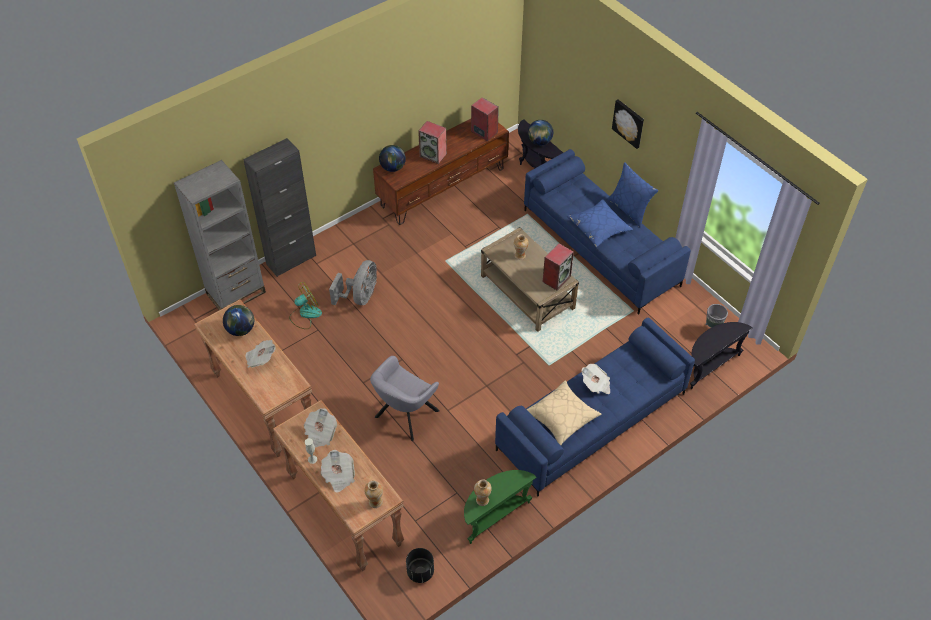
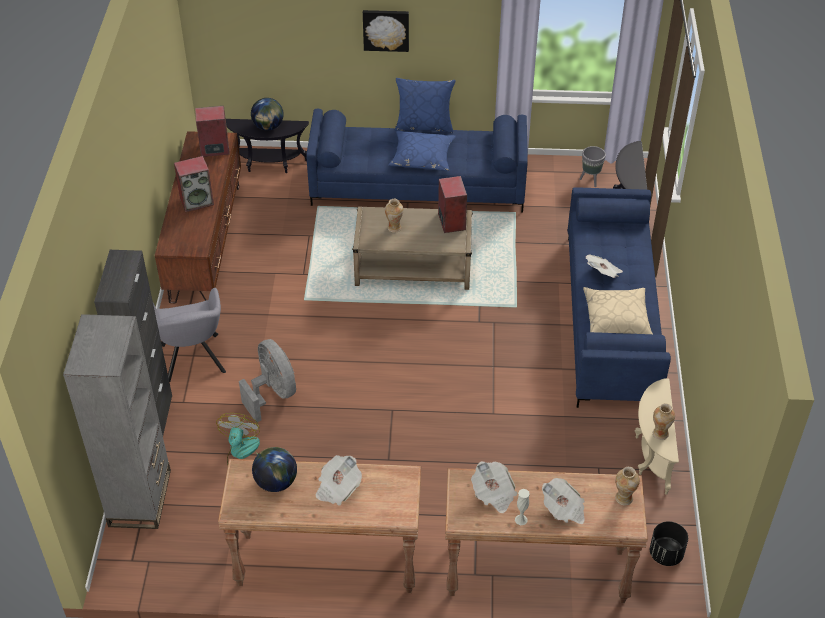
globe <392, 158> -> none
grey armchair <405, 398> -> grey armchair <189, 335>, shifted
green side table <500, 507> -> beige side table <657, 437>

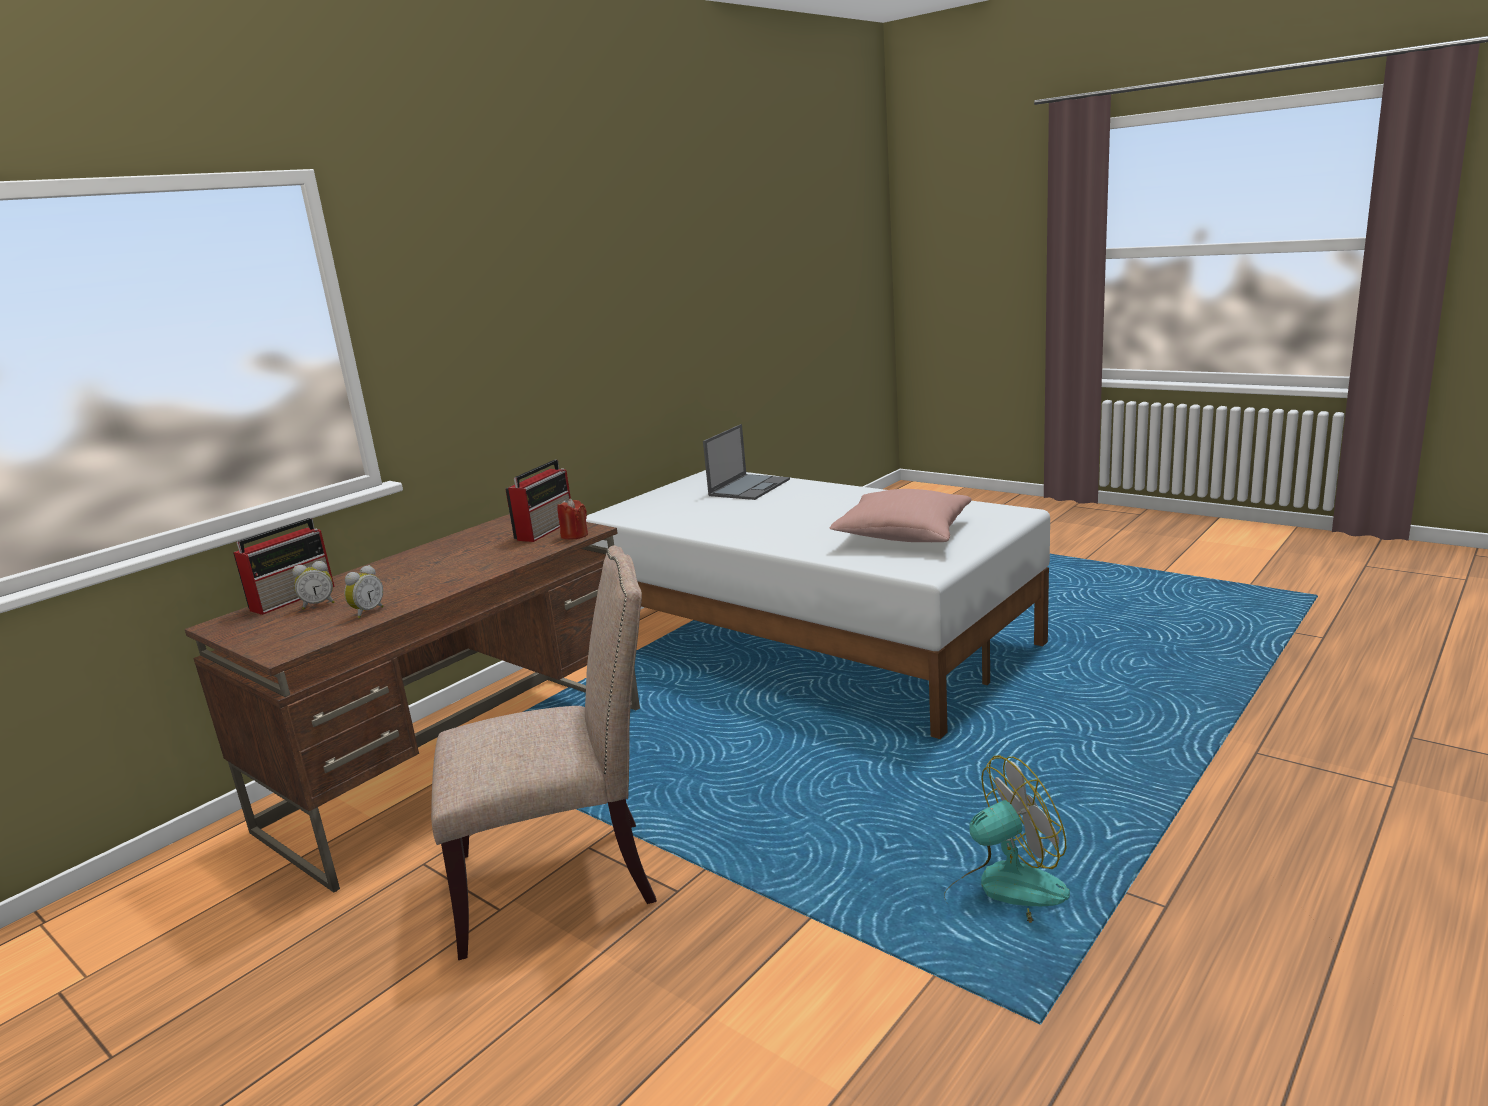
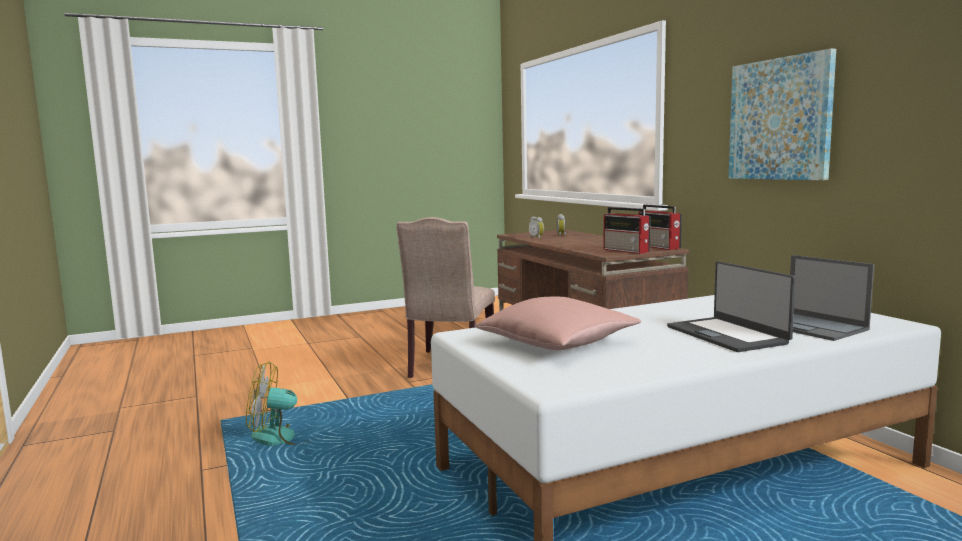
red candle <572, 519> -> none
none -> laptop <731, 306>
none -> picture <782, 114>
radio <284, 566> -> radio <660, 227>, shifted
fan <1007, 839> -> fan <279, 404>, 75 degrees clockwise

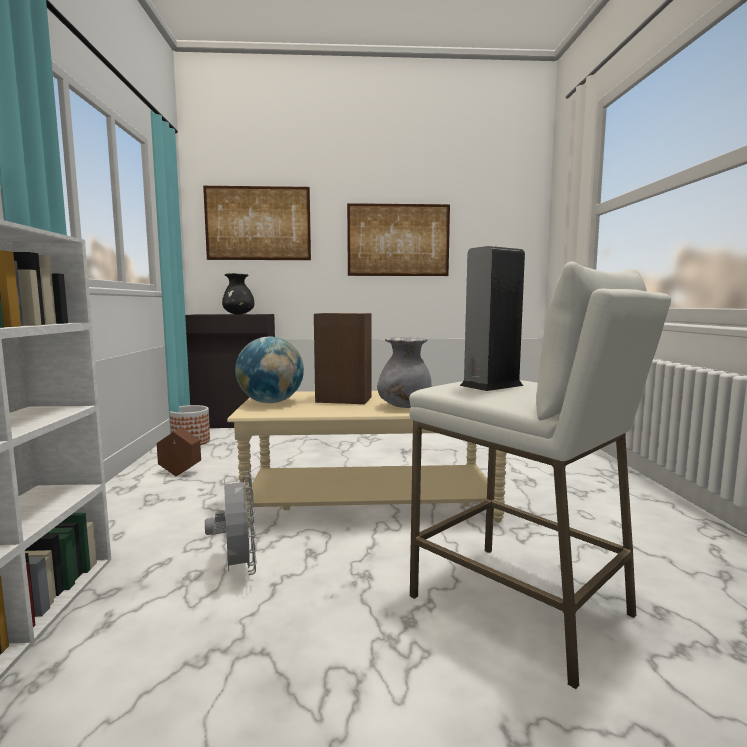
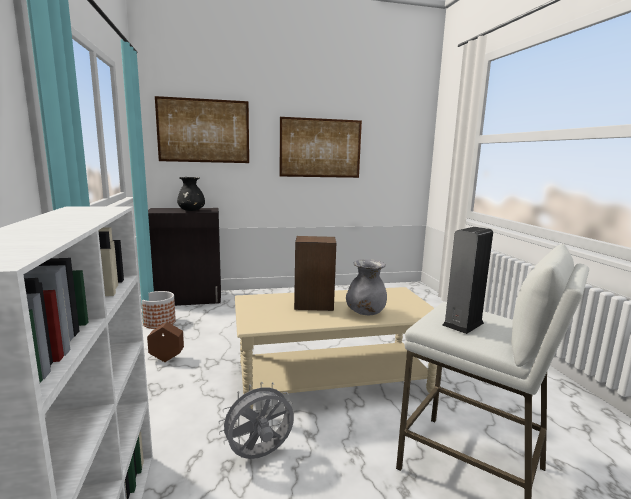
globe <269, 370> -> none
grey fan <231, 523> -> grey fan <256, 420>, 90 degrees counterclockwise

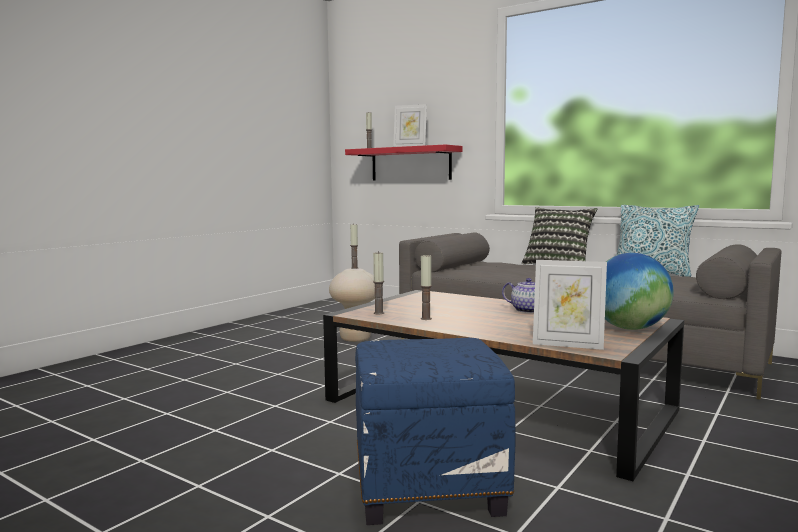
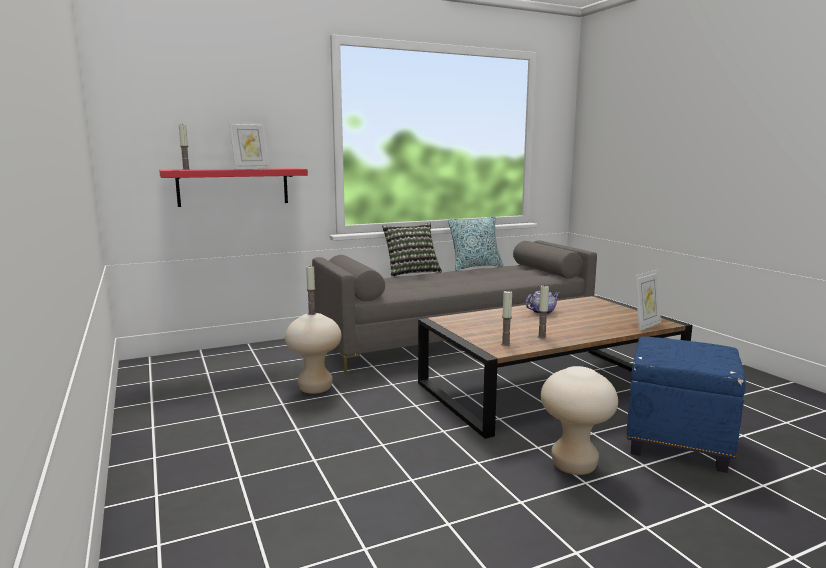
globe <639, 291> -> none
none -> beige stool <579, 420>

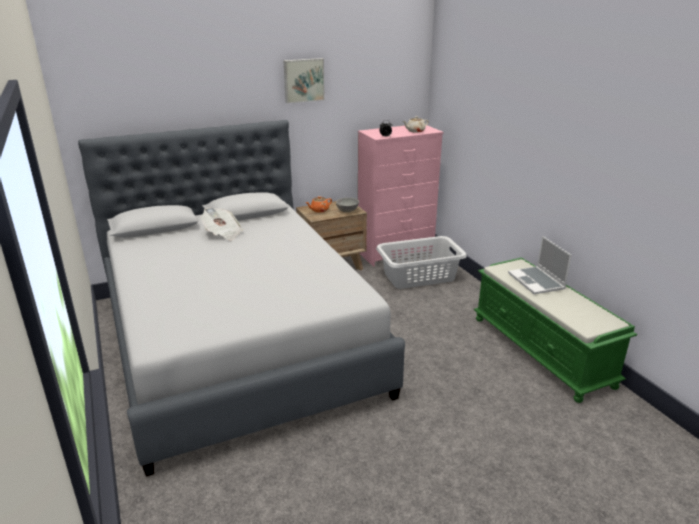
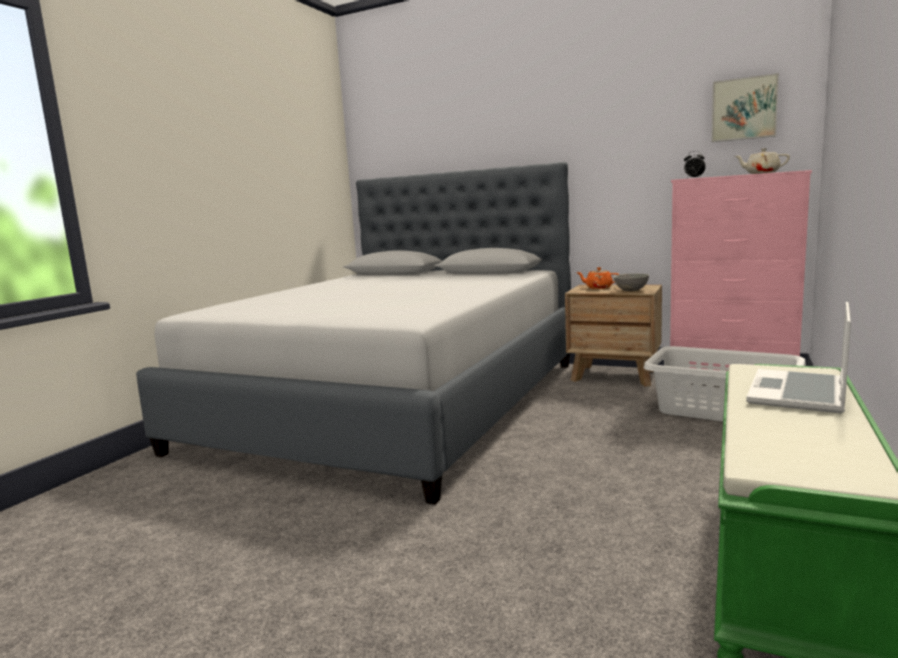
newspaper <221, 224> -> none
picture <304, 80> -> picture <745, 107>, shifted

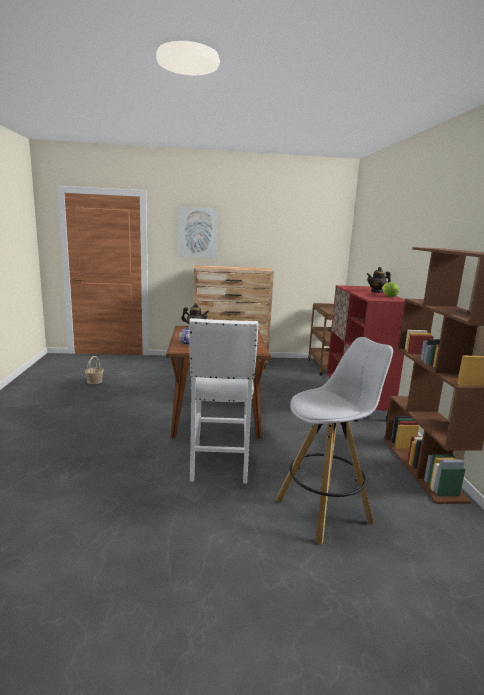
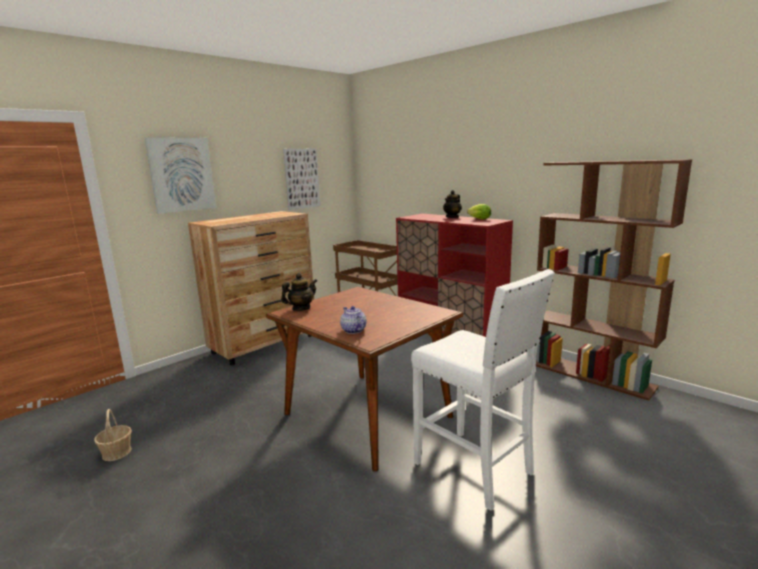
white stool <334, 441> -> none
none -> picture <301, 179>

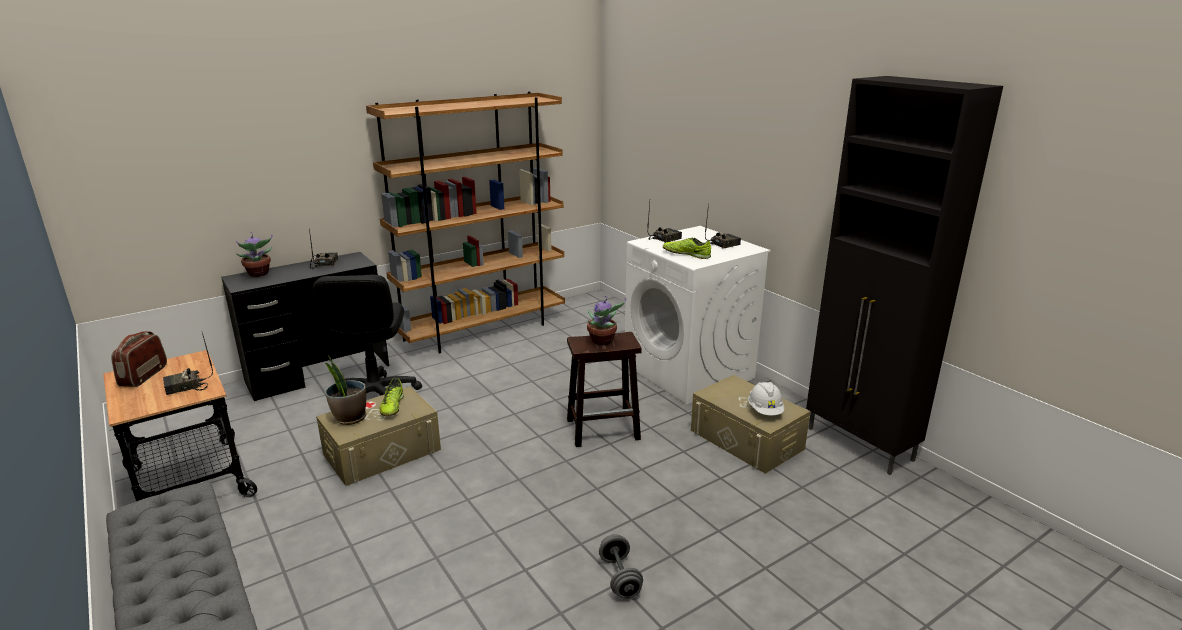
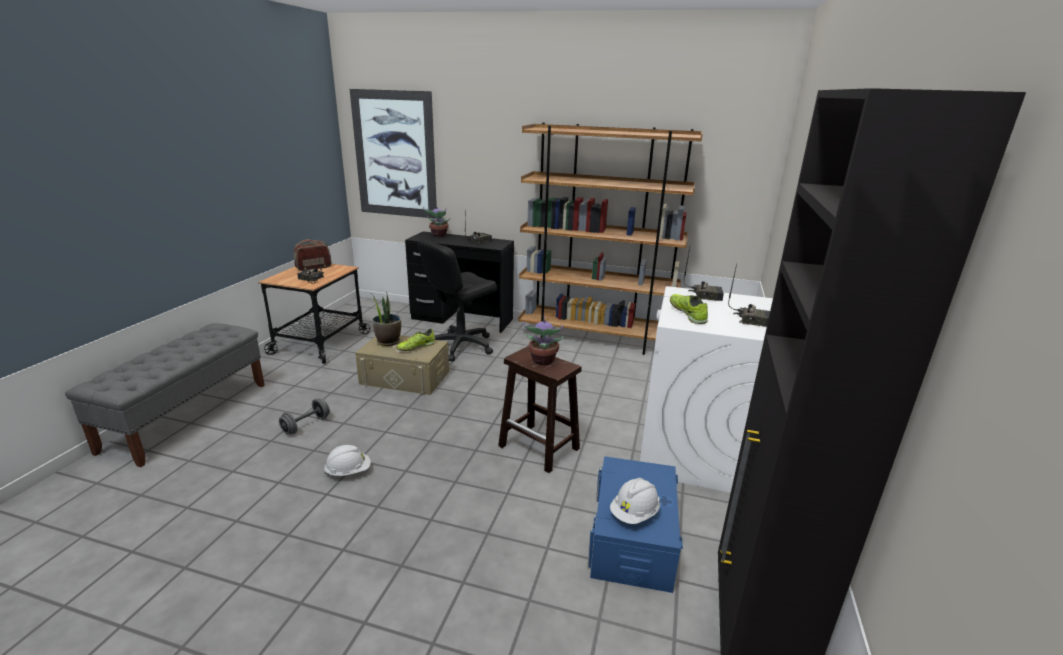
none -> white hard hat <347, 461>
none -> picture <393, 154>
grey dumbbell <621, 566> -> grey dumbbell <304, 416>, shifted
beige storage box <750, 424> -> blue storage box <635, 524>

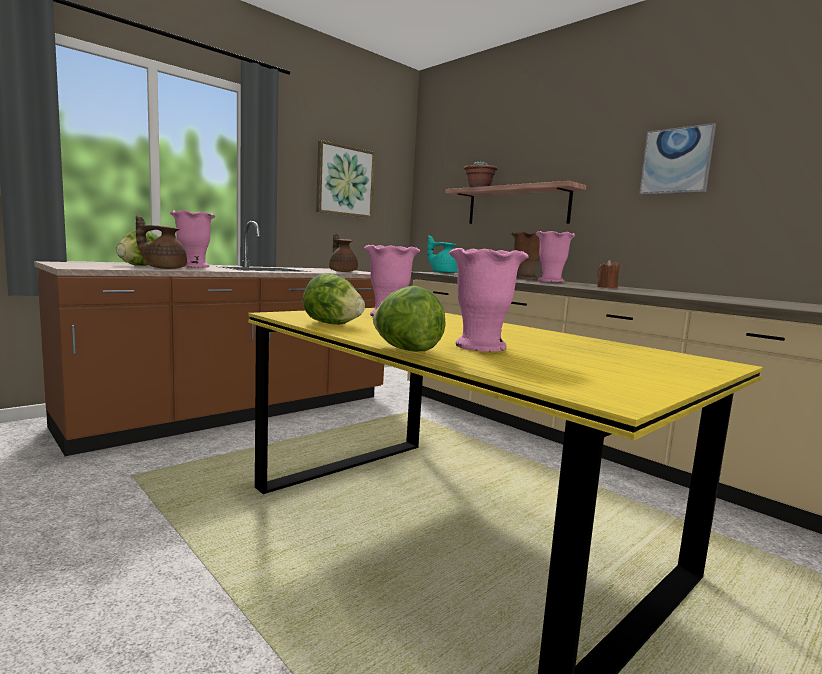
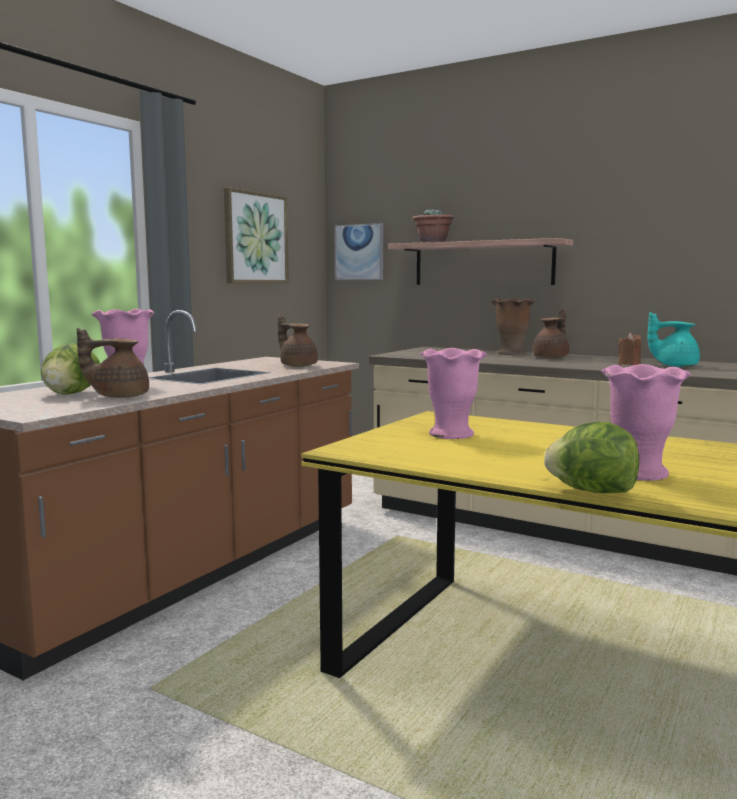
lettuce <334, 299> -> none
turquoise teapot <442, 254> -> turquoise teapot <674, 339>, shifted
picture <677, 159> -> picture <359, 251>, shifted
pink vase <555, 257> -> brown teapot <551, 333>

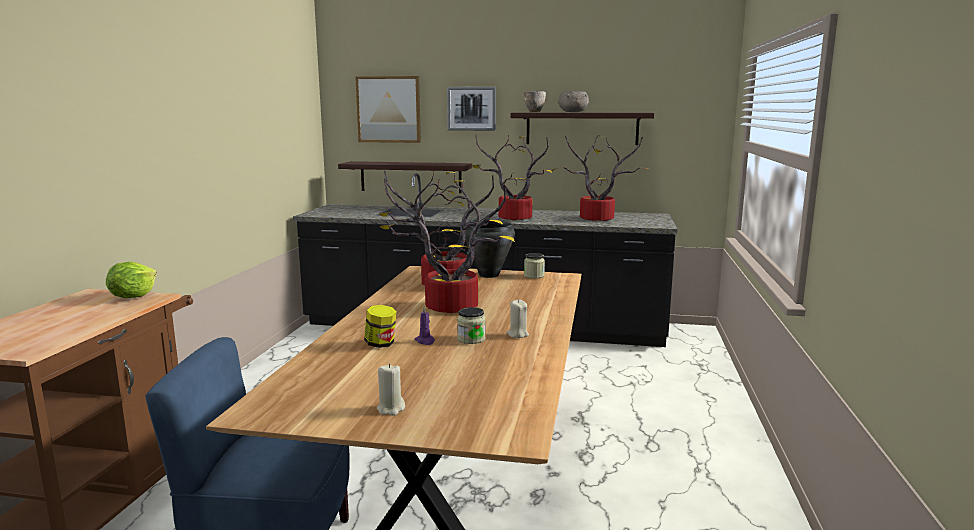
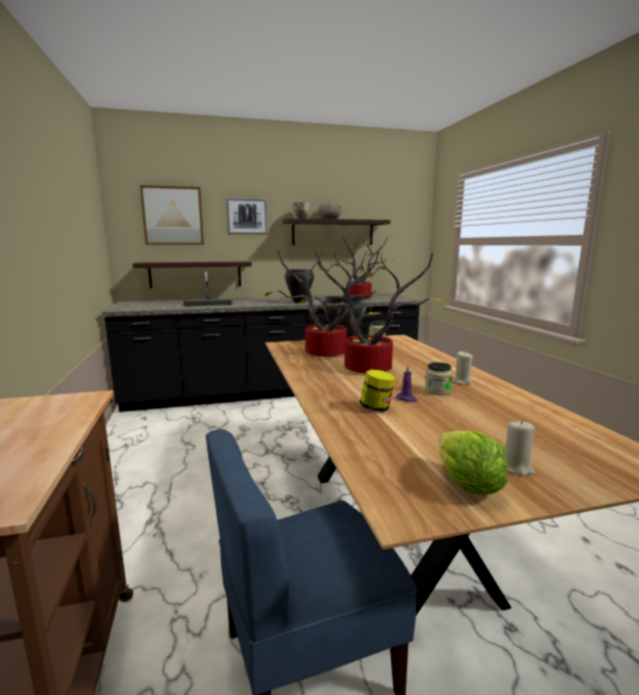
lettuce <131, 280> -> lettuce <473, 462>, shifted
potted plant <512, 178> -> black cooking pot <299, 286>

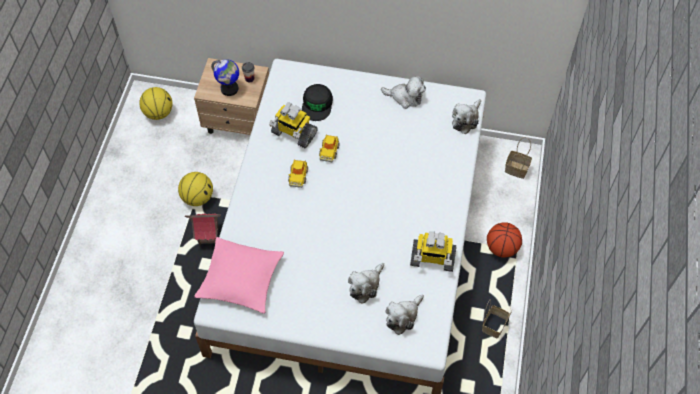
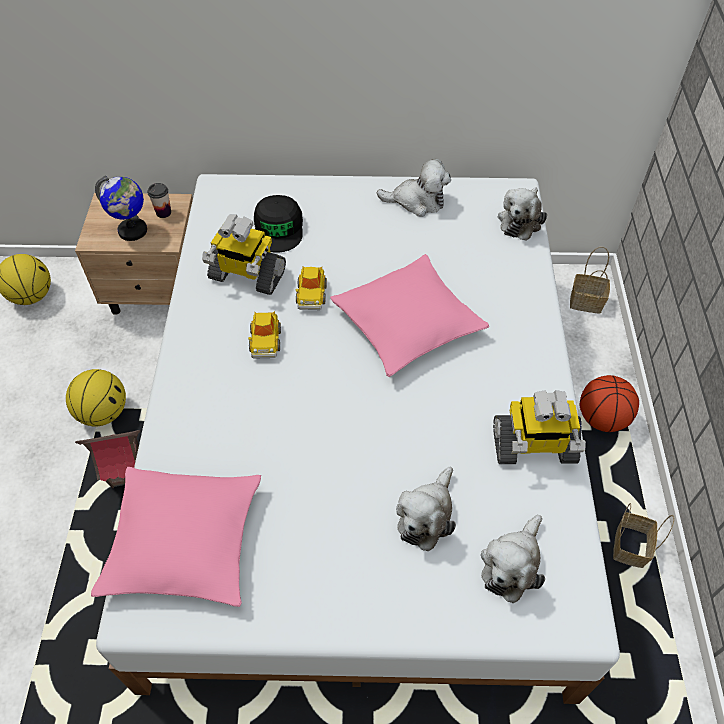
none -> pink pillow <409, 315>

